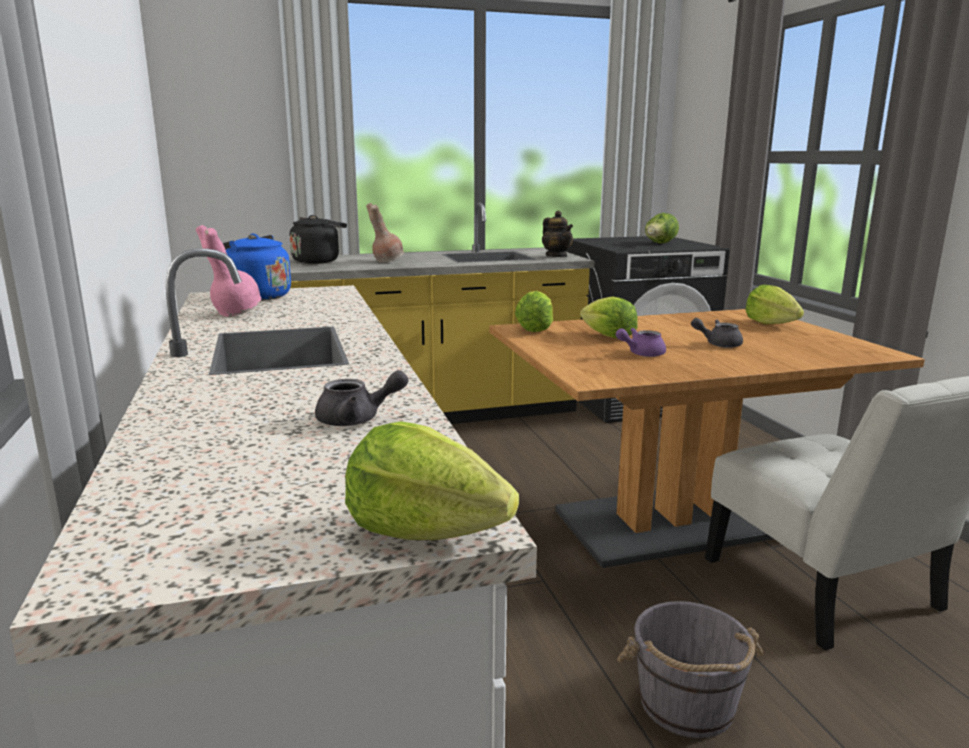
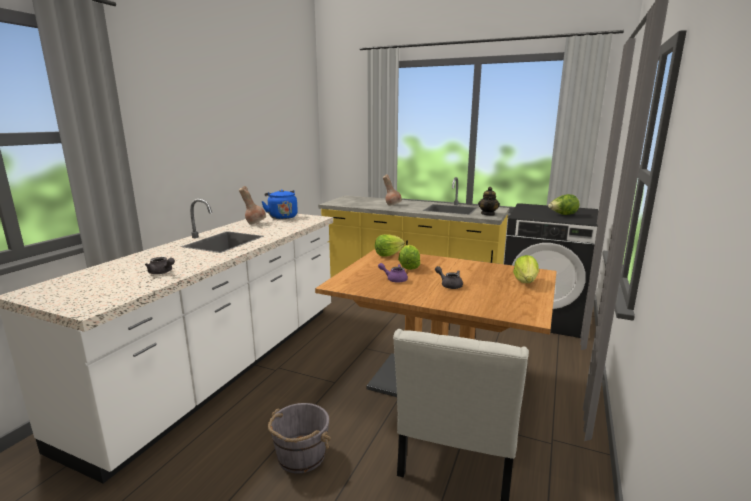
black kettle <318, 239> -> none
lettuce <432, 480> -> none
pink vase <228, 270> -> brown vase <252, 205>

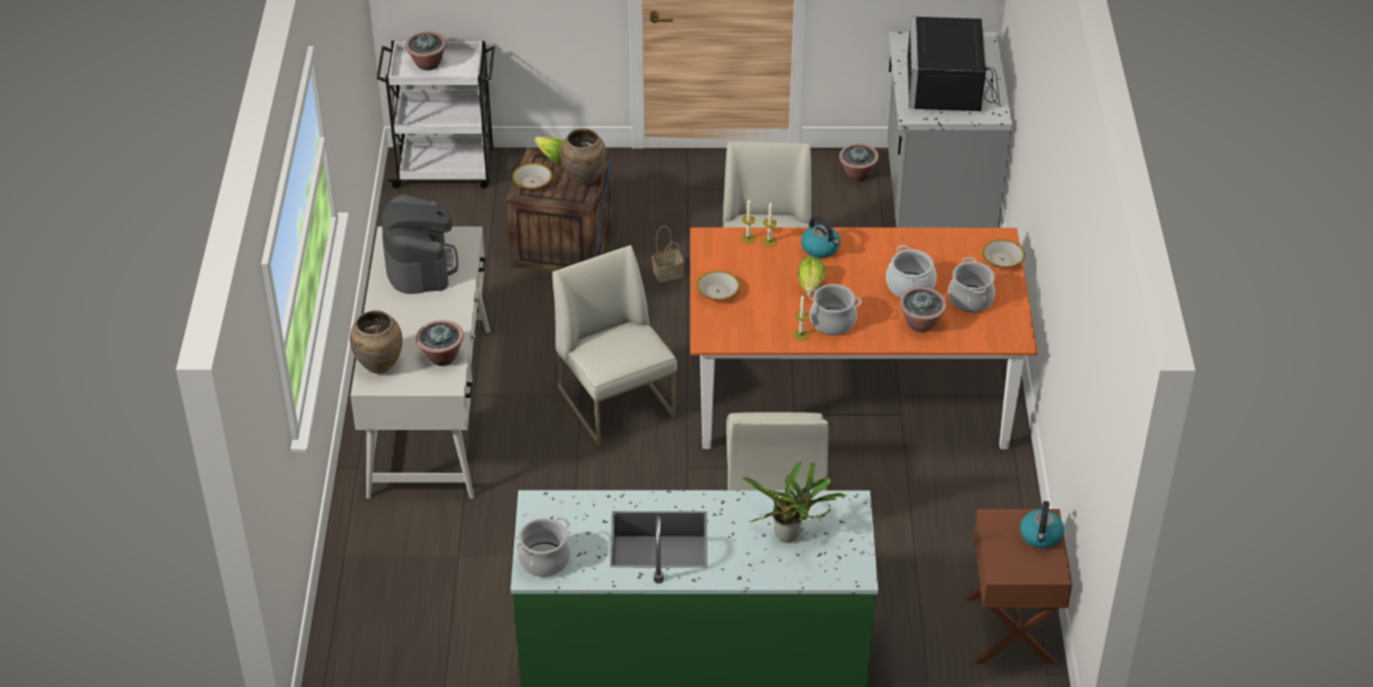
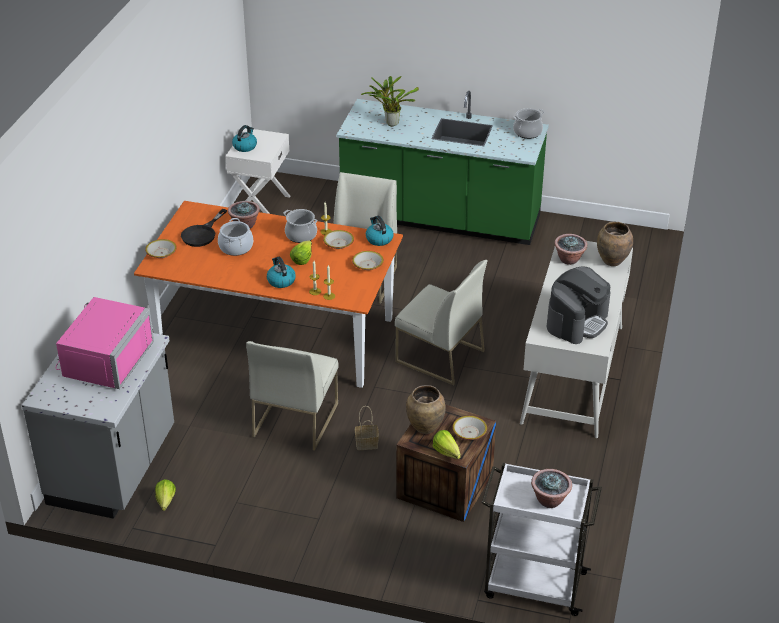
none -> bowl <338, 239>
none -> kettle <380, 231>
potted plant <859, 162> -> lettuce <165, 495>
cooking pot <971, 284> -> black frying pan <204, 228>
black microwave <953, 64> -> pink microwave <105, 343>
brown nightstand <1019, 586> -> white nightstand <258, 171>
coffee machine <420, 244> -> coffee machine <578, 305>, 150 degrees counterclockwise
white chair <614, 345> -> white chair <441, 322>, 45 degrees counterclockwise

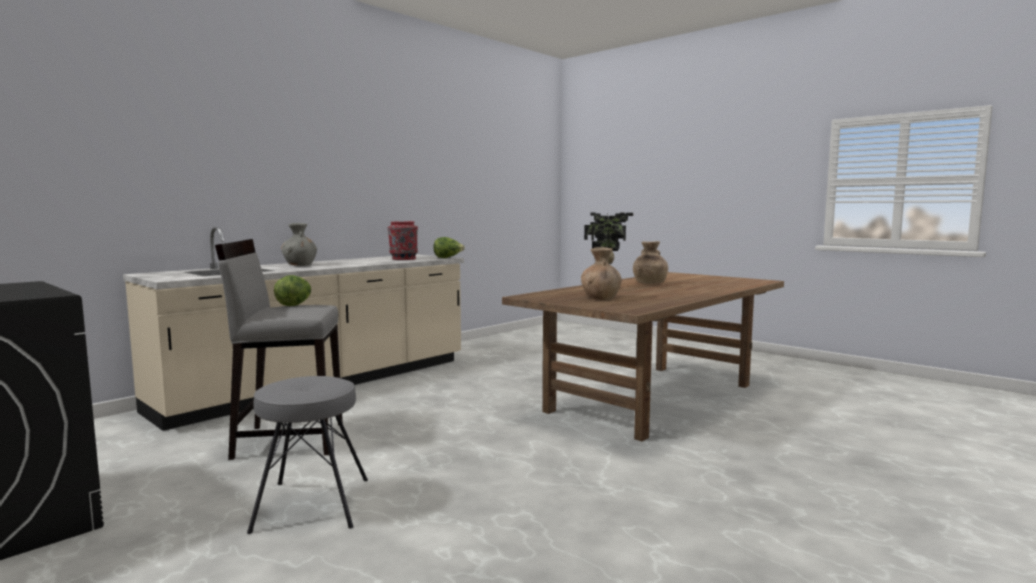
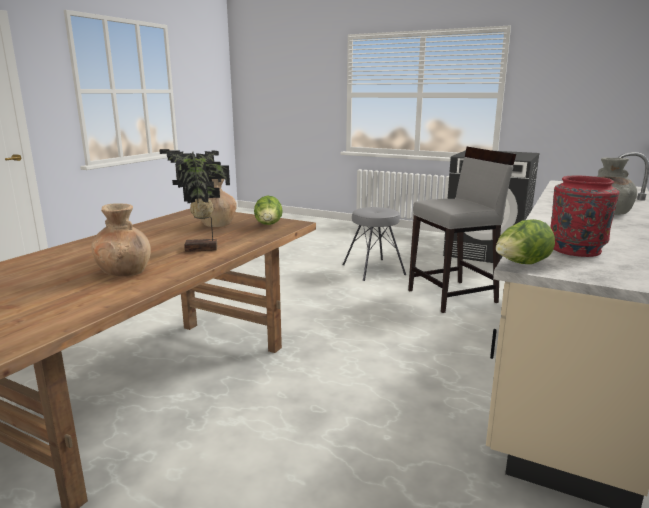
lettuce <292, 290> -> lettuce <268, 210>, shifted

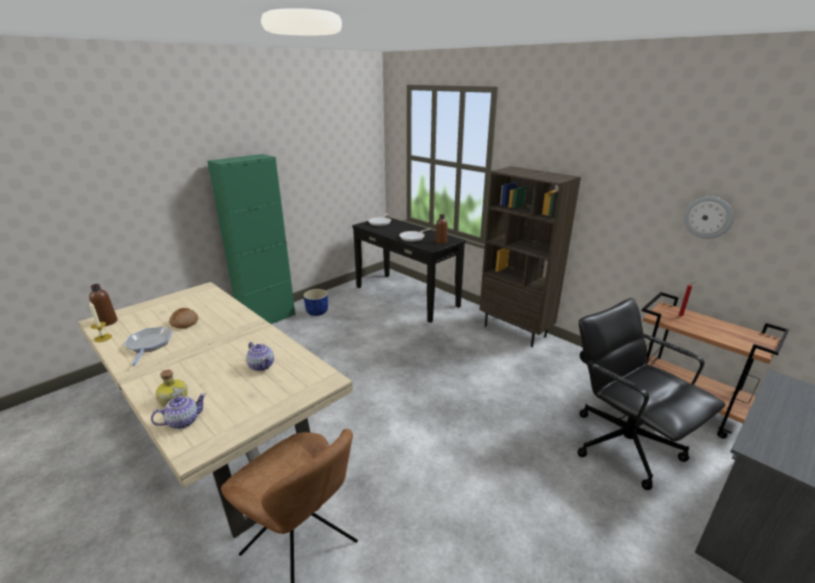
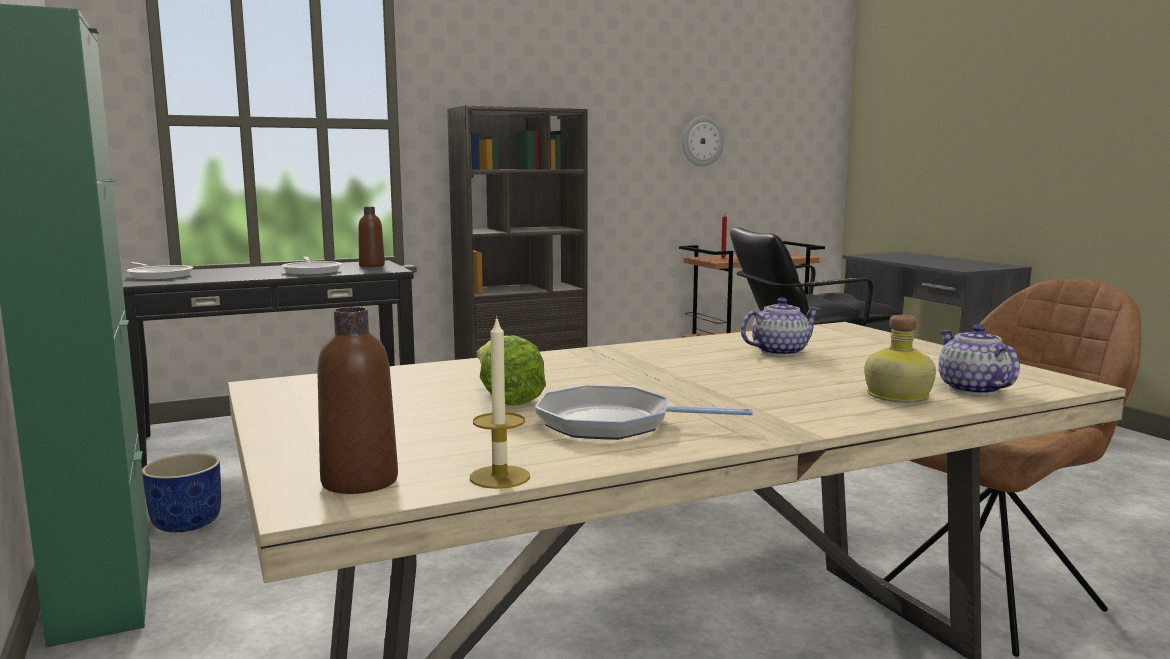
bread <183, 318> -> lettuce <511, 370>

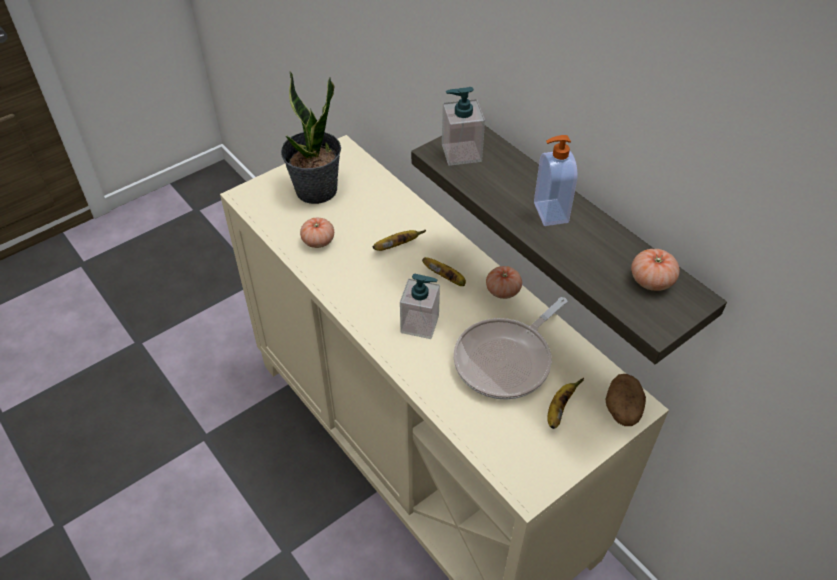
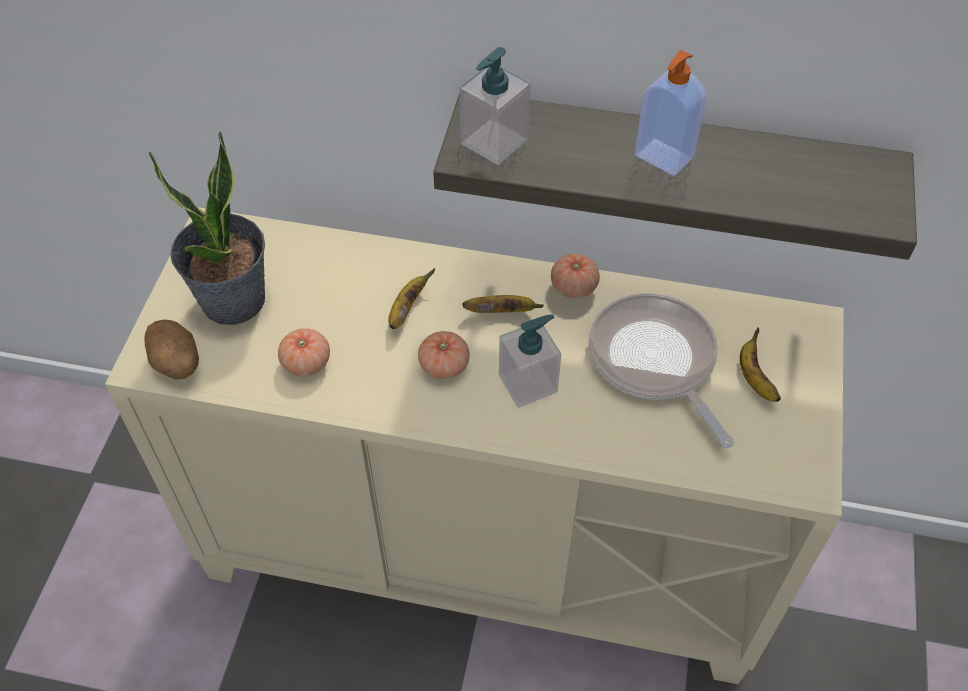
potato <625, 400> -> potato <171, 349>, shifted
tomato <655, 270> -> tomato <444, 355>, shifted
frying pan <510, 348> -> frying pan <661, 370>, 150 degrees clockwise

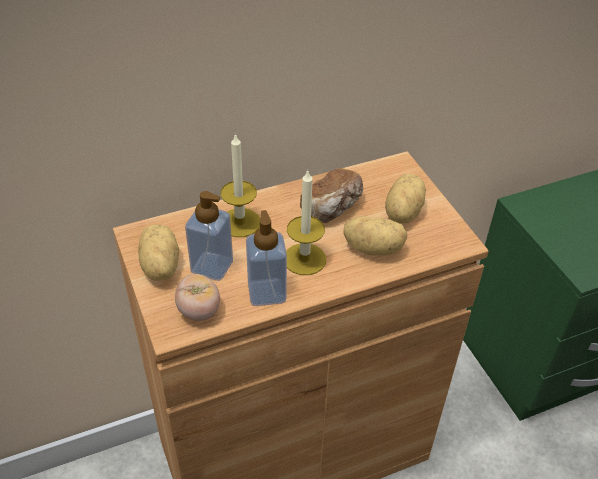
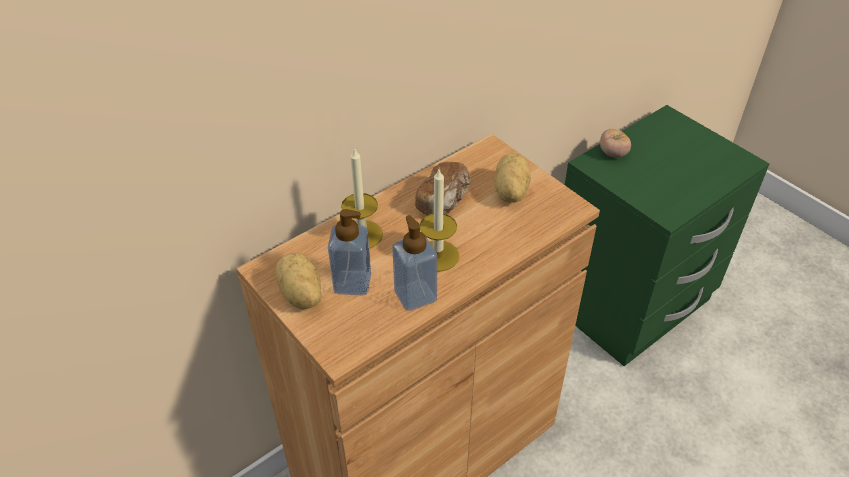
potato <375, 236> -> none
tomato <197, 297> -> tomato <615, 143>, shifted

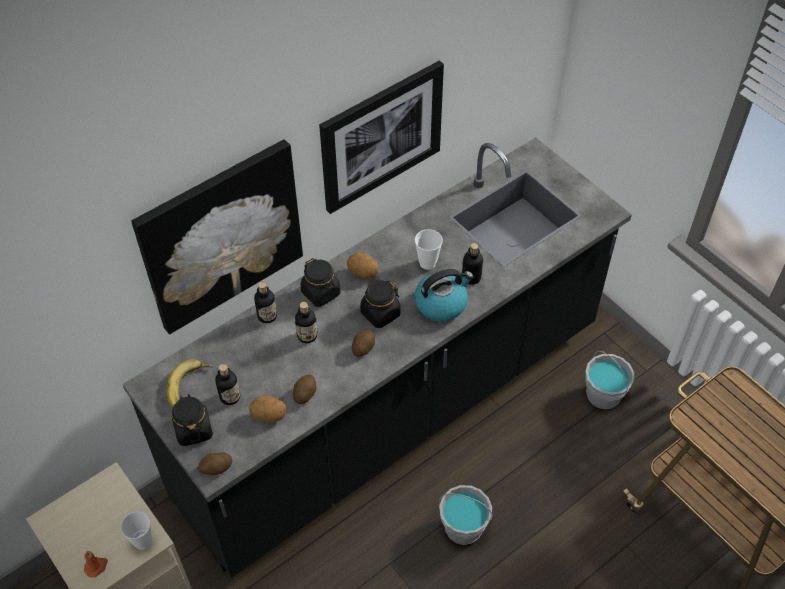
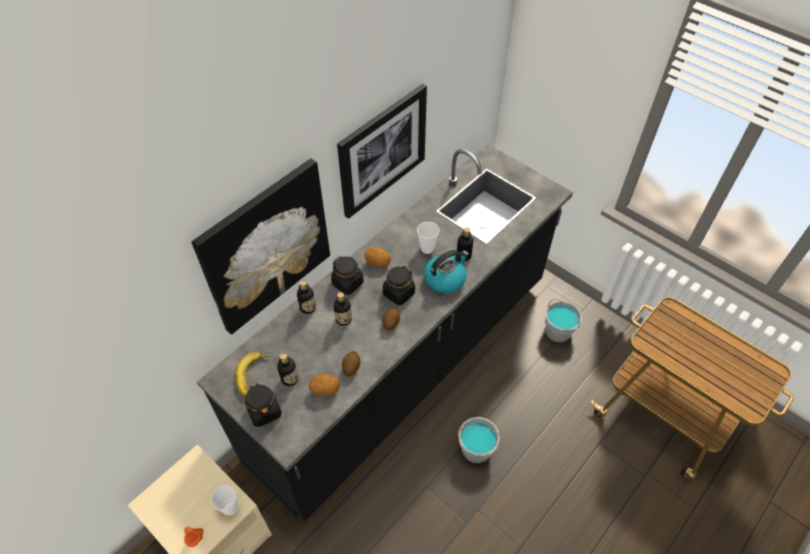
potato <215, 463> -> none

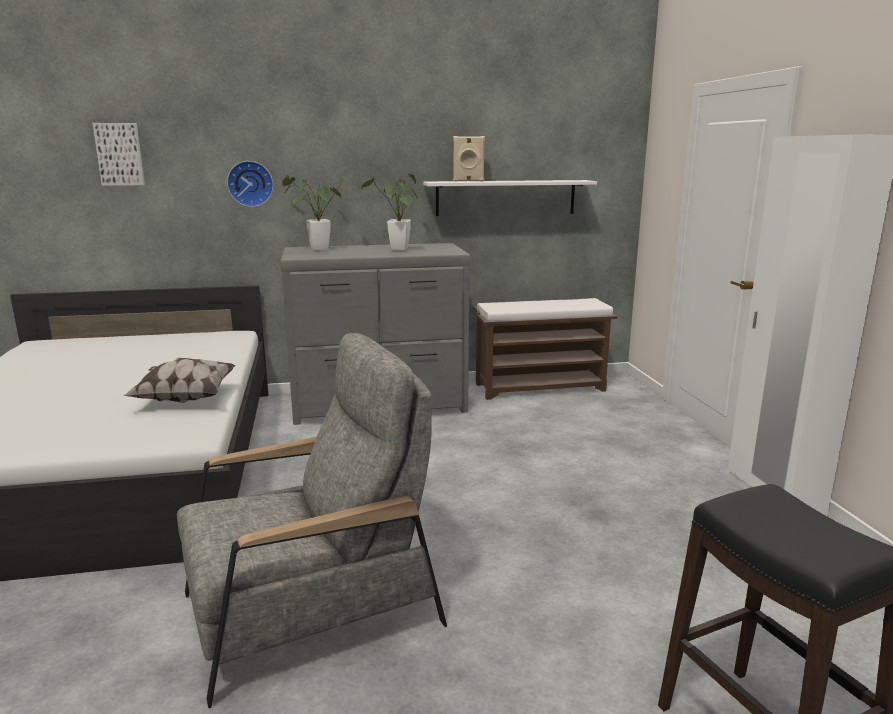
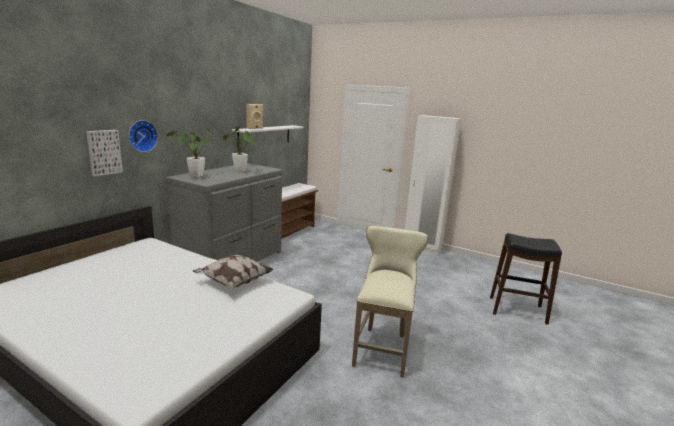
picture <119, 154> -> picture <104, 153>, shifted
grey armchair <312, 520> -> beige stool <390, 302>

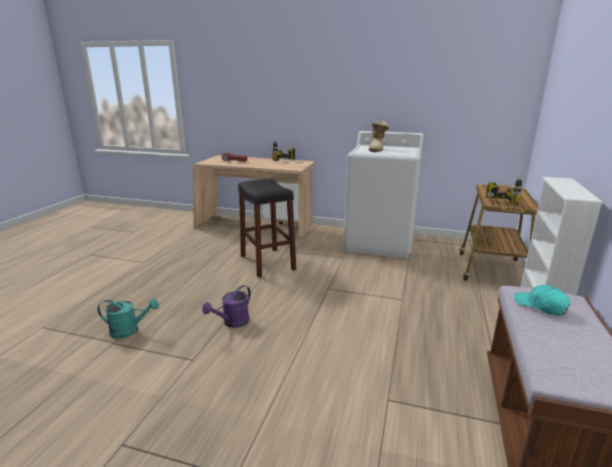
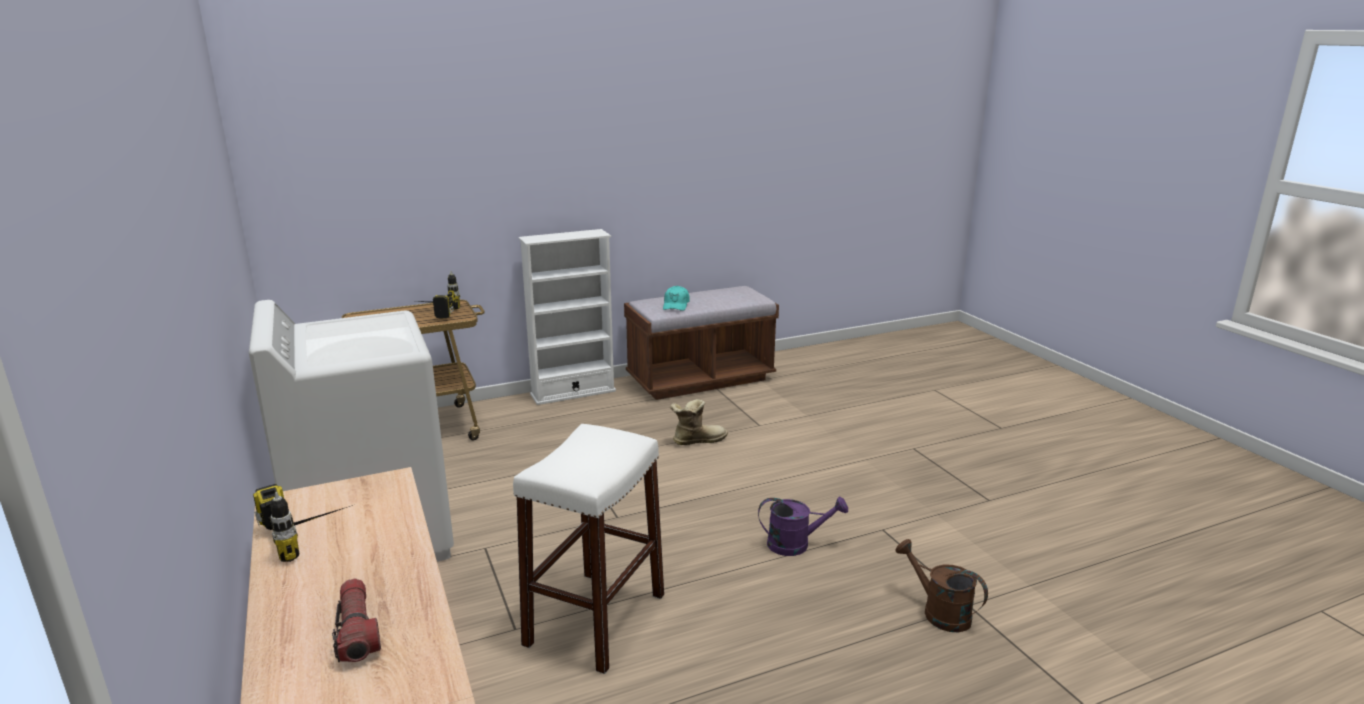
boot <379, 136> -> boot <699, 422>, shifted
turquoise watering can <128, 318> -> brown watering can <941, 585>
black stool <267, 228> -> white stool <588, 549>

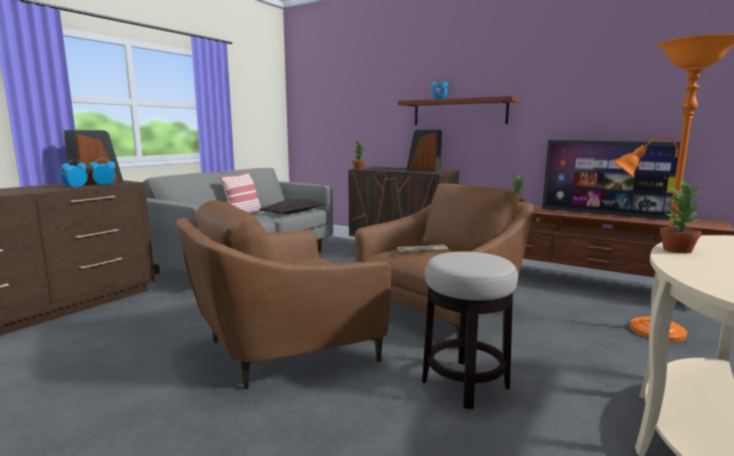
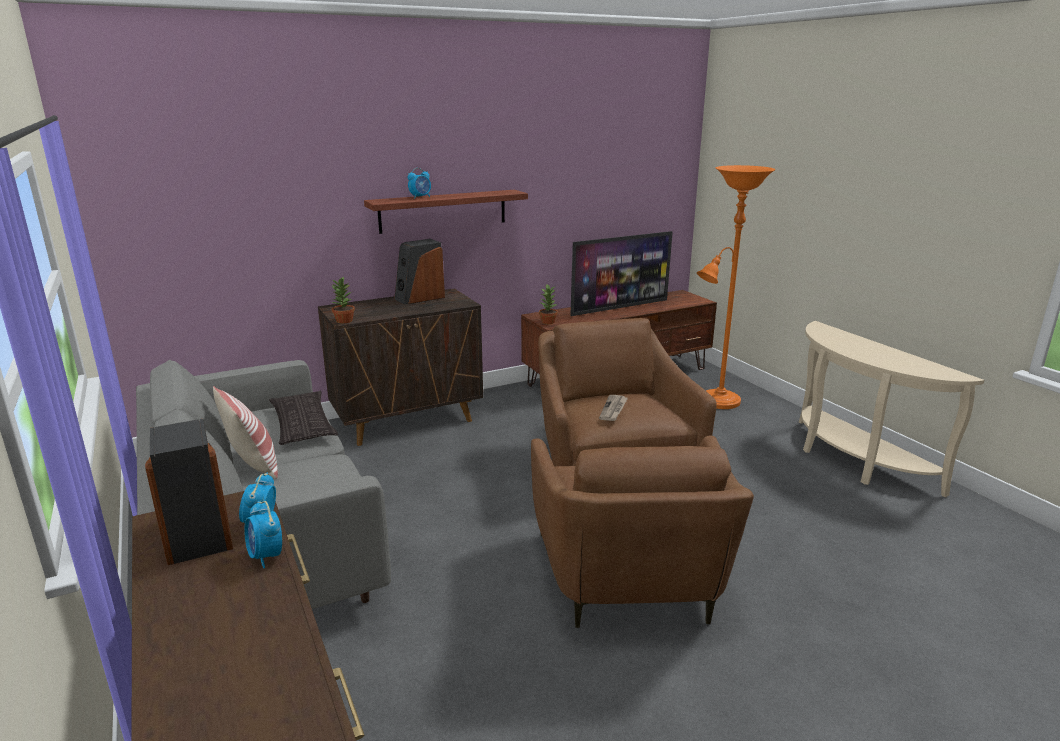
stool <470, 330> -> none
potted plant <682, 216> -> none

